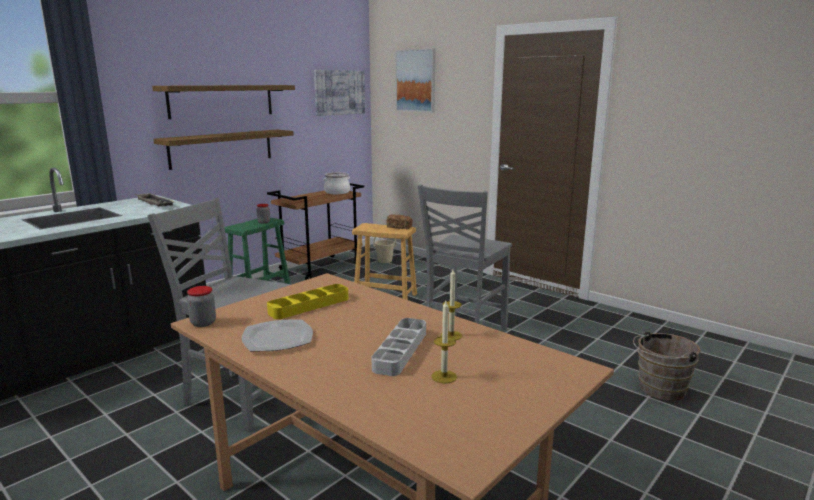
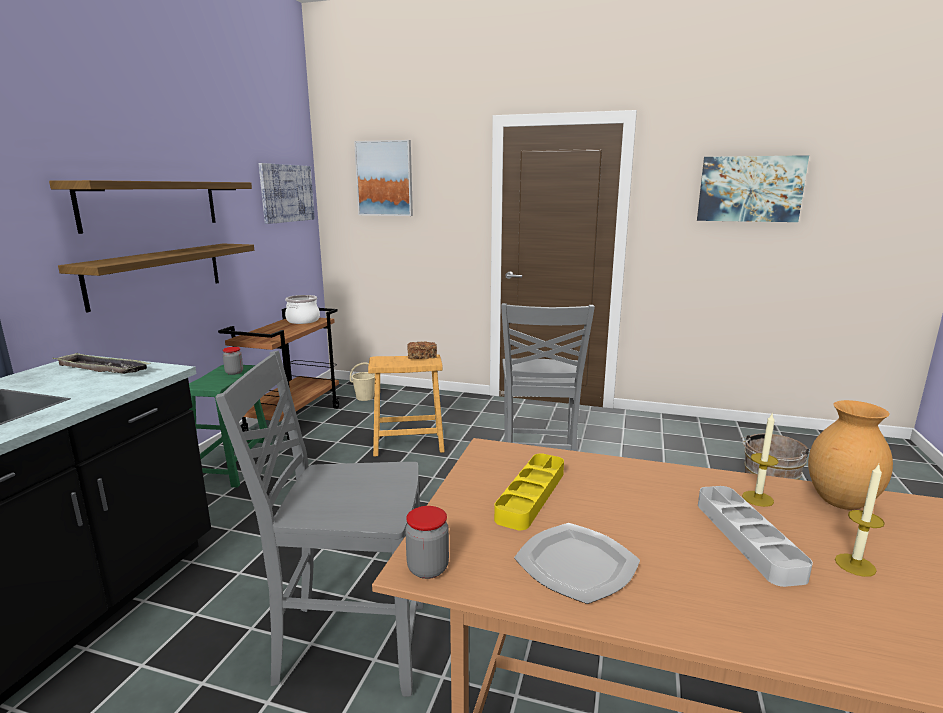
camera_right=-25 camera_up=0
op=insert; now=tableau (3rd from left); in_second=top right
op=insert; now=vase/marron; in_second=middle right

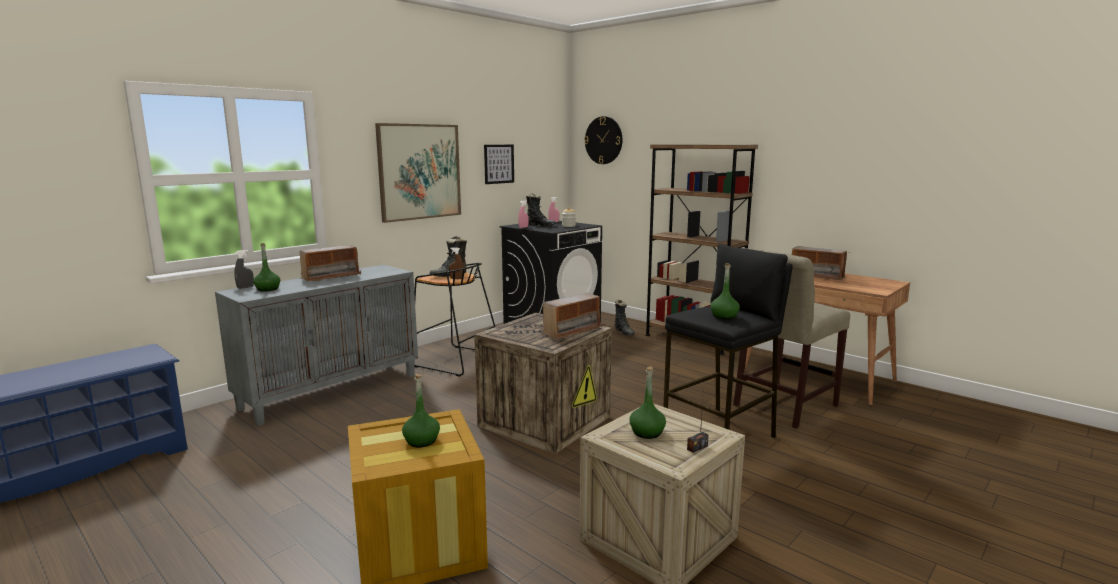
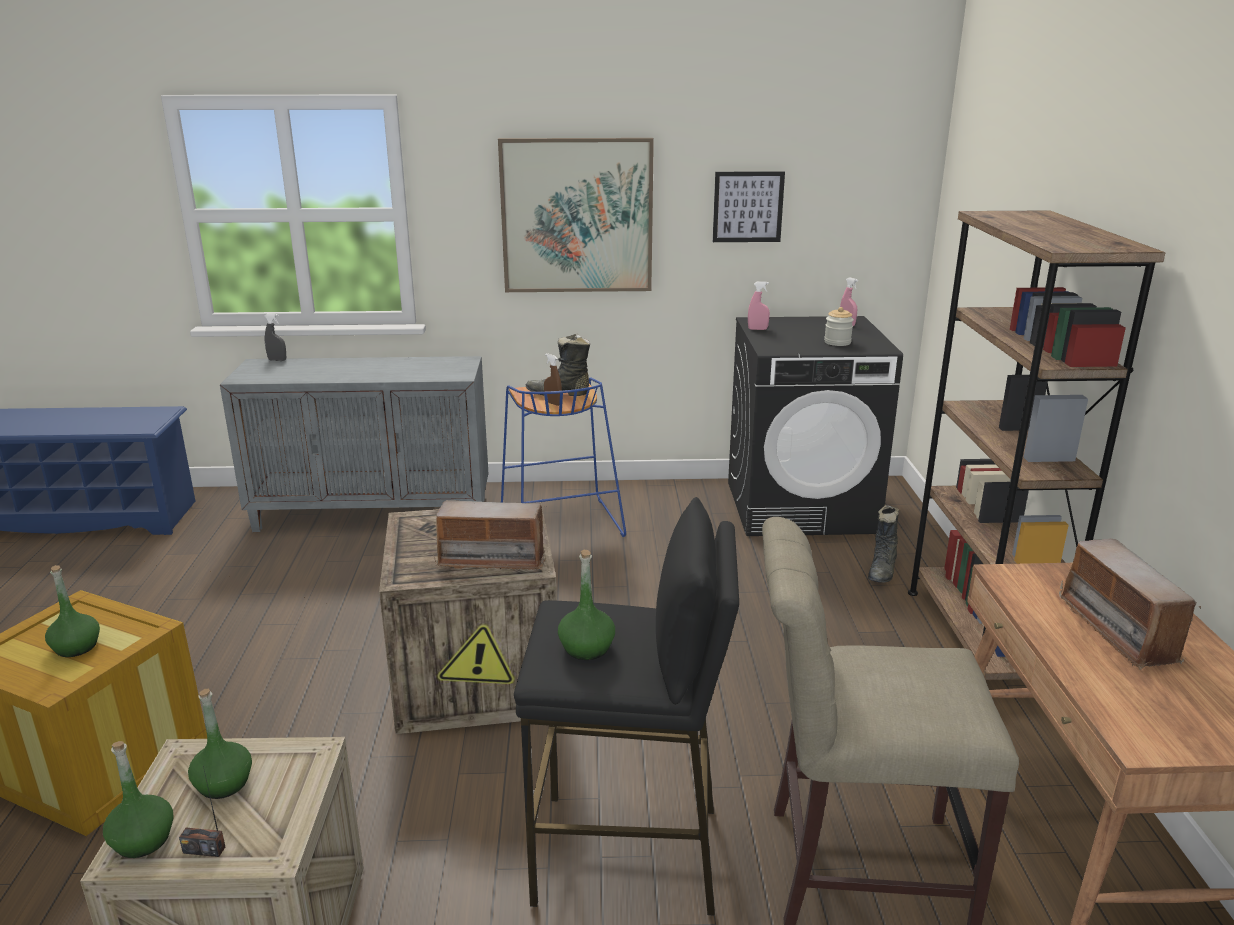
camera_right=45 camera_up=10
op=move; was=bouteille/vert (1st from left in the first image); now=bouteille/vert (2nd from left); in_first=middle left; in_second=bottom left
op=delete; was=radio (1st from left); in_first=middle left
op=recolor; was=tabouret/noir (1st from left); now=tabouret/bleu; in_first=centre; in_second=centre
op=delete; was=botte/noir (2nd from left); in_first=centre
op=delete; was=horloge murale; in_first=top centre

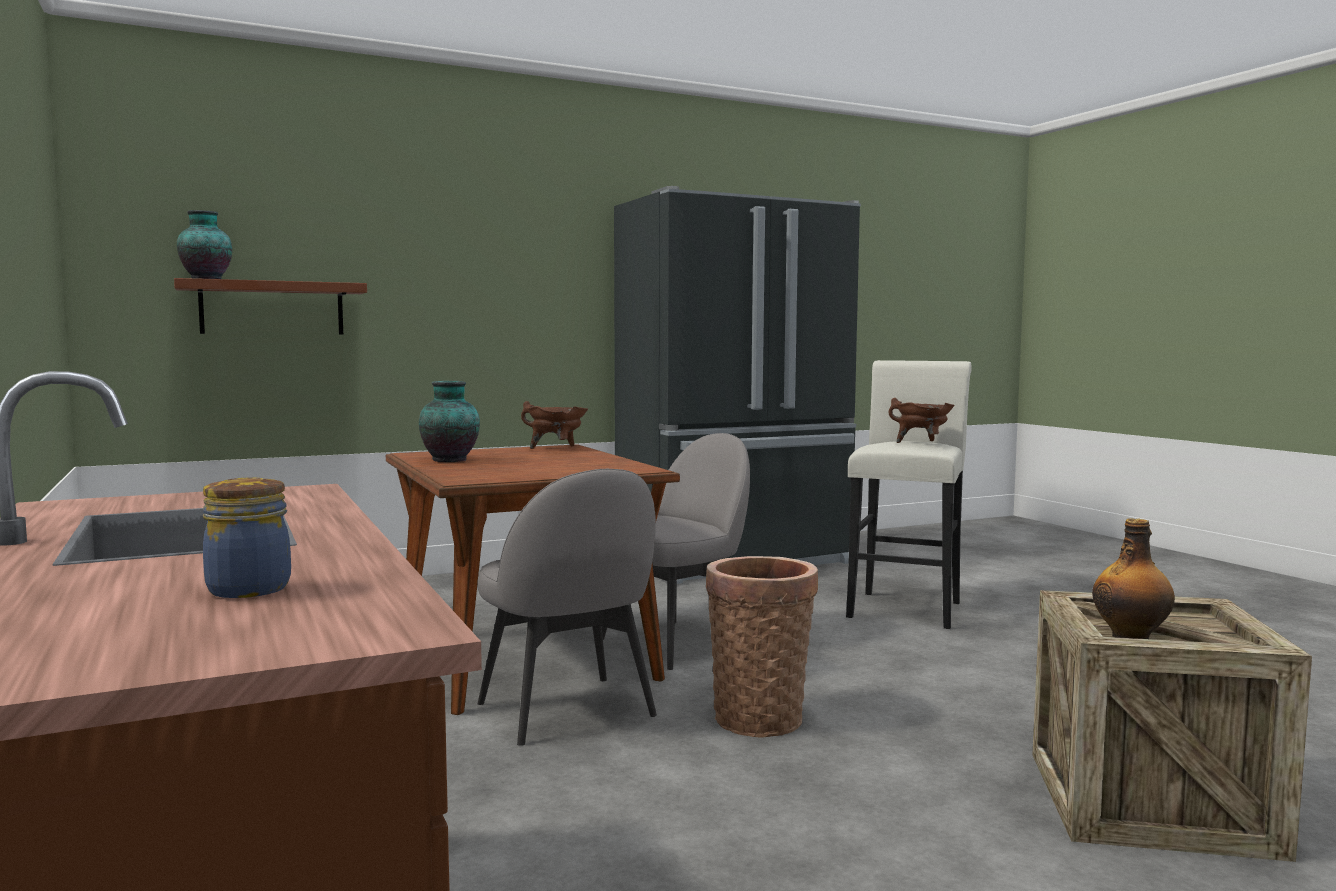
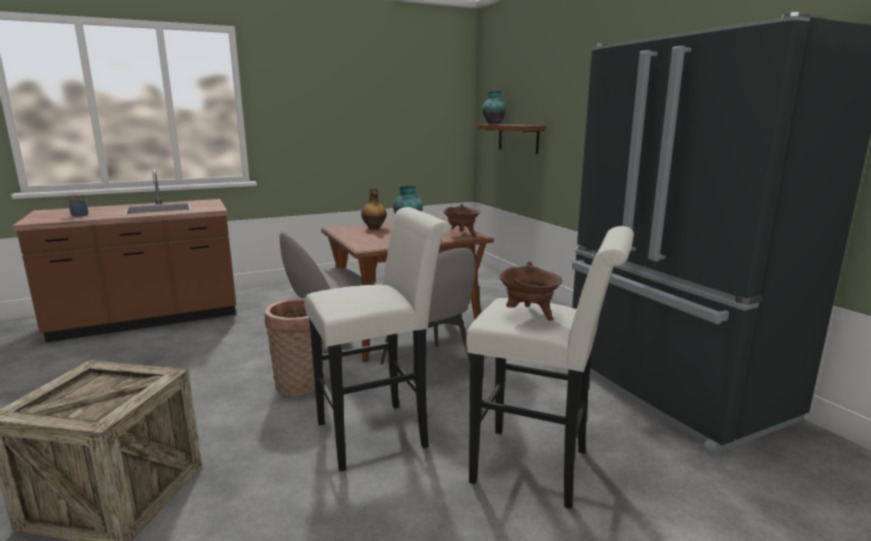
camera_right=90 camera_up=10
op=move; was=bouteille; in_first=middle right; in_second=centre
op=insert; now=tabouret/blanc (1st from left); in_second=centre

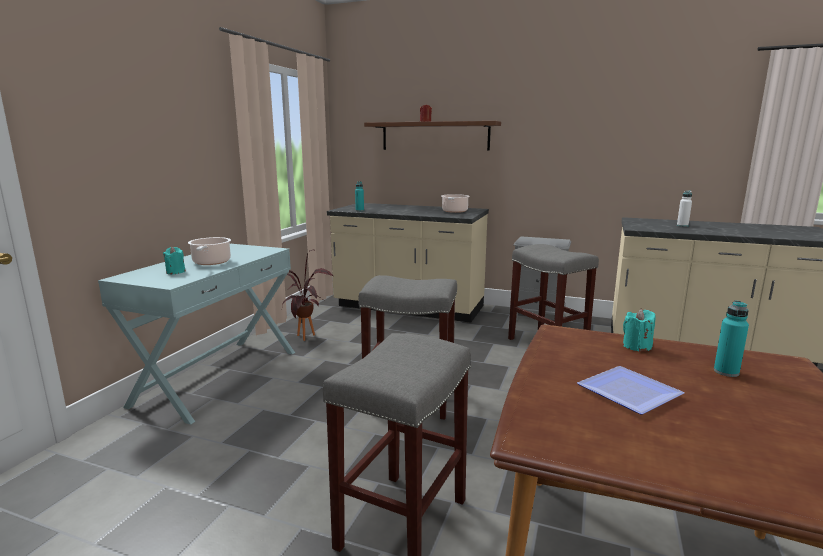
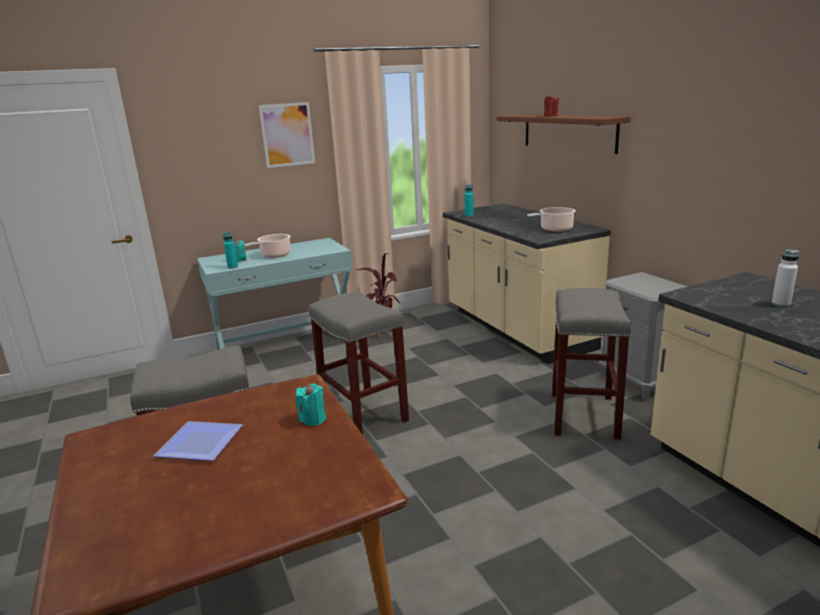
camera_right=45 camera_up=5
op=move; was=bouteille/turquoise (2nd from left in the first image); now=bouteille/turquoise (1st from left); in_first=middle right; in_second=middle left
op=insert; now=tableau; in_second=top centre

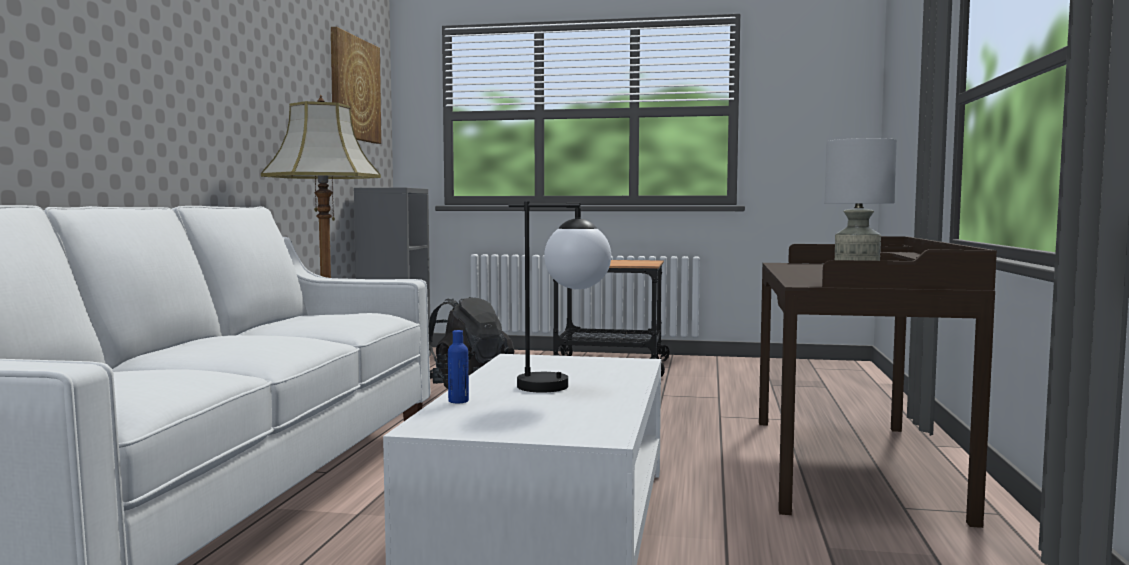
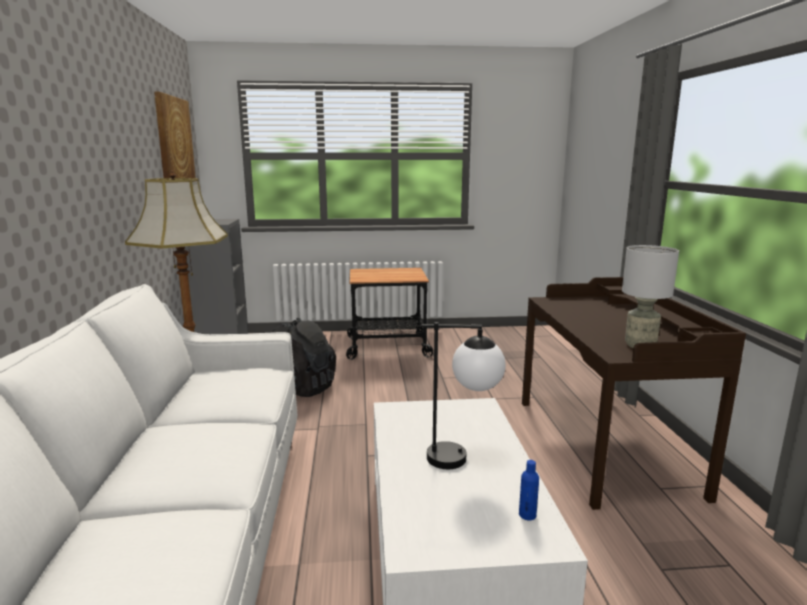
camera_right=-15 camera_up=10
op=move; was=bouteille/bleu; in_first=centre; in_second=bottom centre

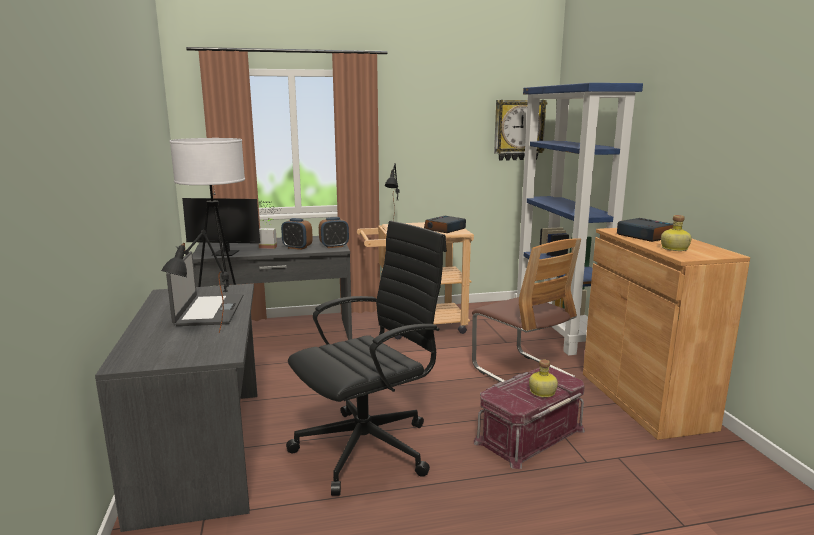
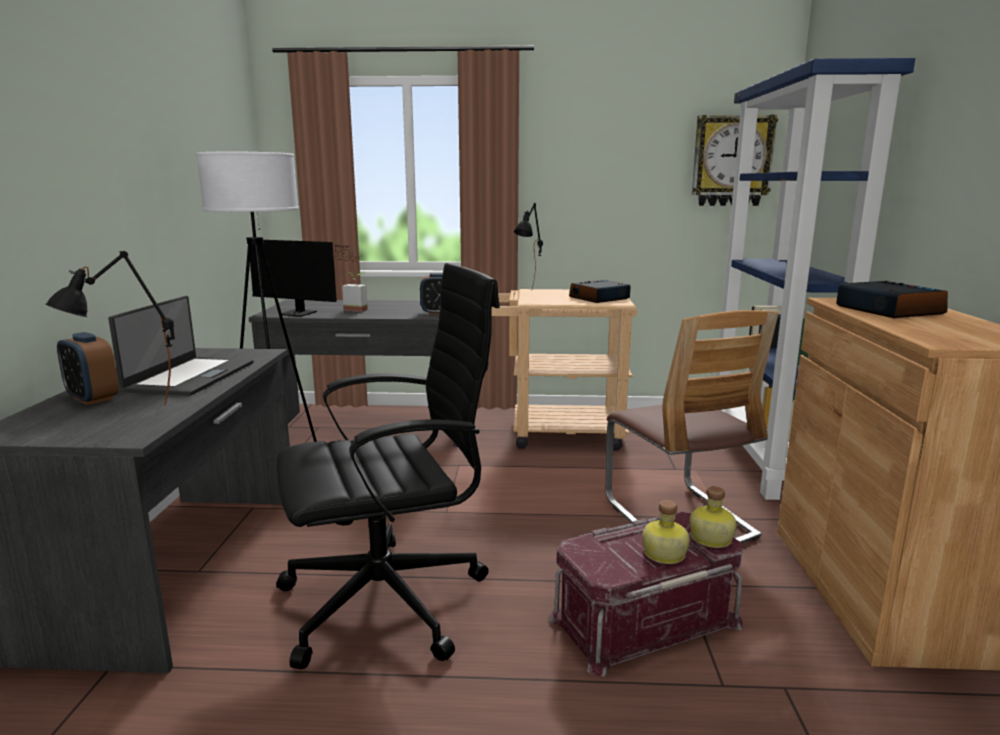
camera_right=15 camera_up=0
op=move; was=réveil (1st from left); in_first=centre; in_second=middle left
op=move; was=bouteille (2nd from left); in_first=middle right; in_second=bottom right

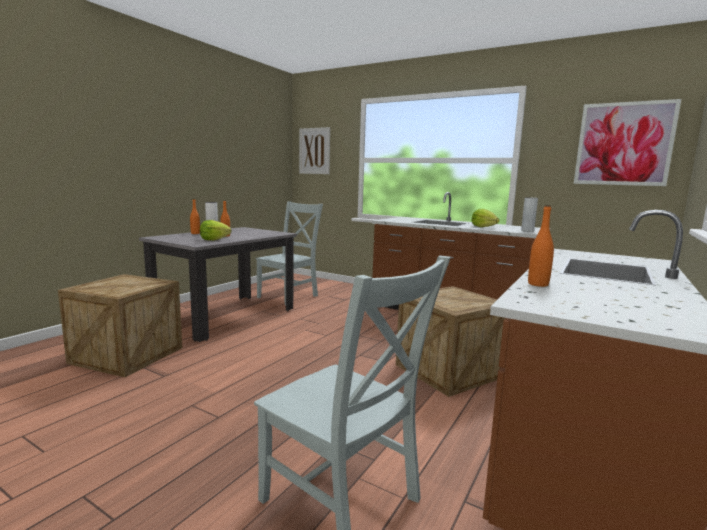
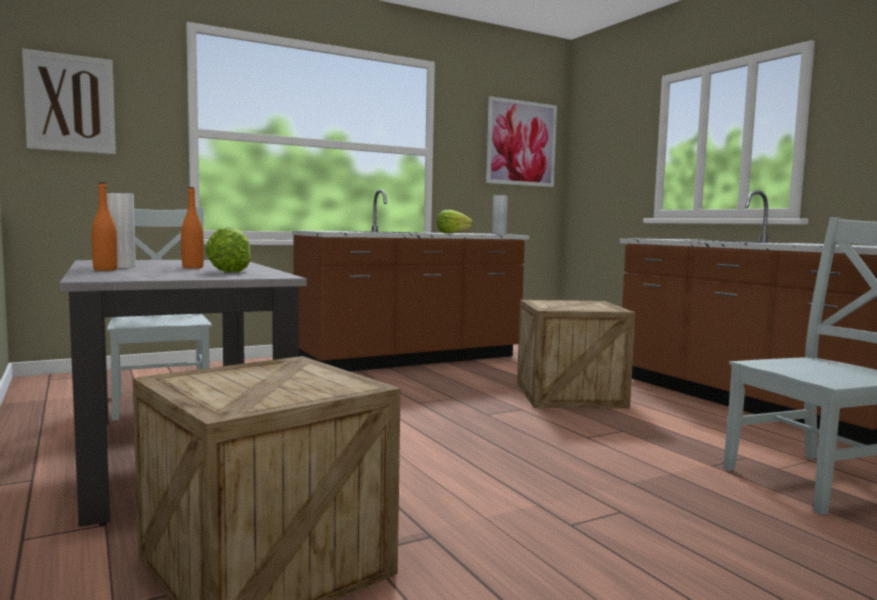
camera_right=-60 camera_up=-5
op=delete; was=bouteille/orange (3rd from left); in_first=middle right

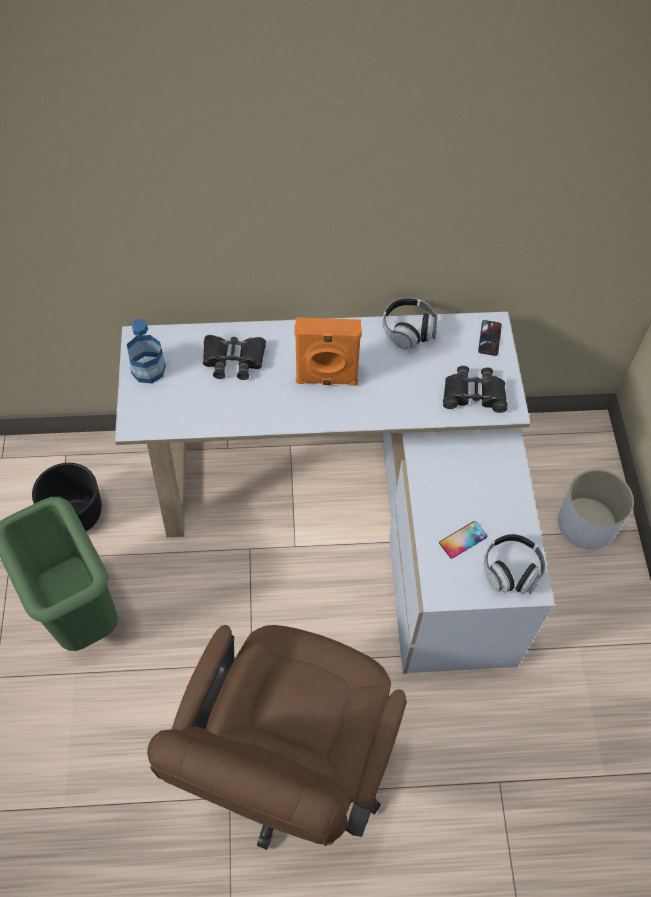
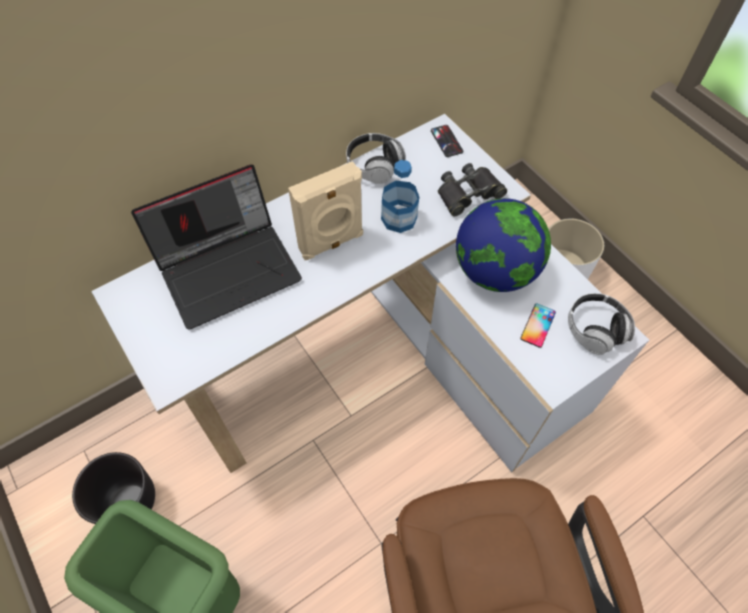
camera_right=-30 camera_up=0
op=move; was=bouteille; in_first=middle left; in_second=top centre
op=replace; was=jumelles/noir (1st from left); now=ordinateur portable; in_first=centre; in_second=middle left
op=recolor; was=enceinte/orange; now=enceinte/beige; in_first=centre; in_second=centre
op=insert; now=globe; in_second=middle right

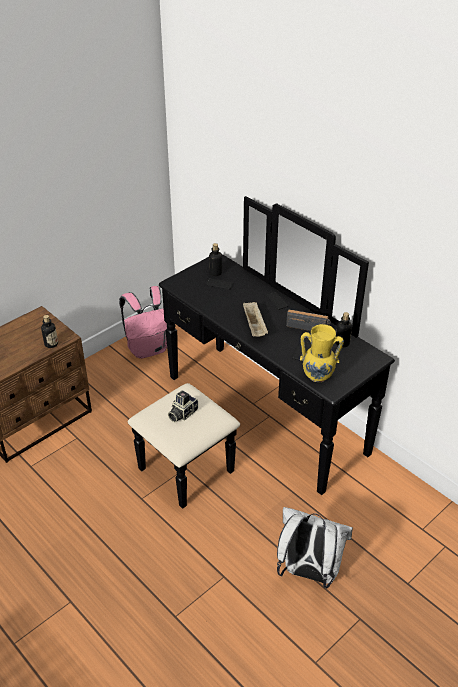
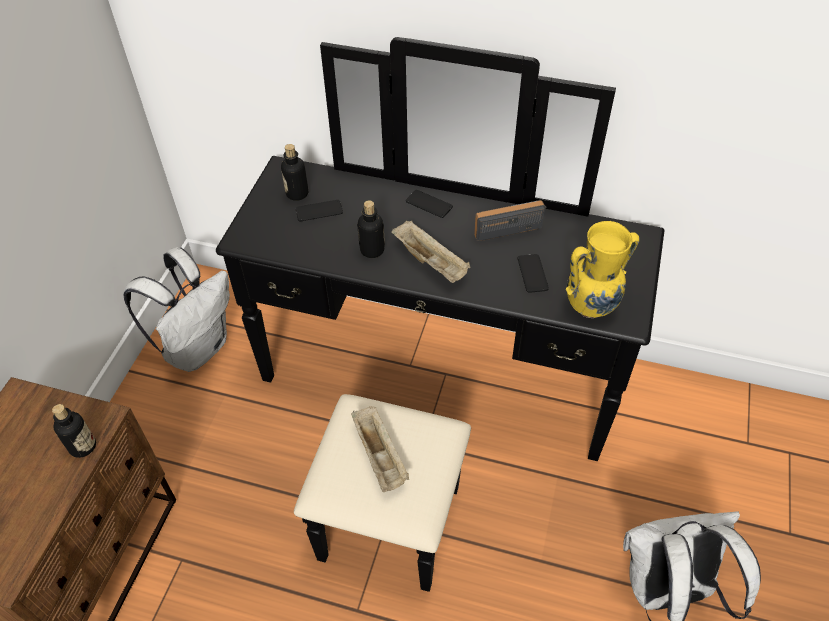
camera_right=-30 camera_up=10
op=recolor; was=sac à dos/rose; now=sac à dos/blanc (1st from left); in_first=middle left; in_second=middle left
op=replace; was=appareil photo; now=plateau/beige (1st from left); in_first=centre; in_second=bottom centre
op=move; was=bouteille (3rd from left); in_first=middle right; in_second=centre

